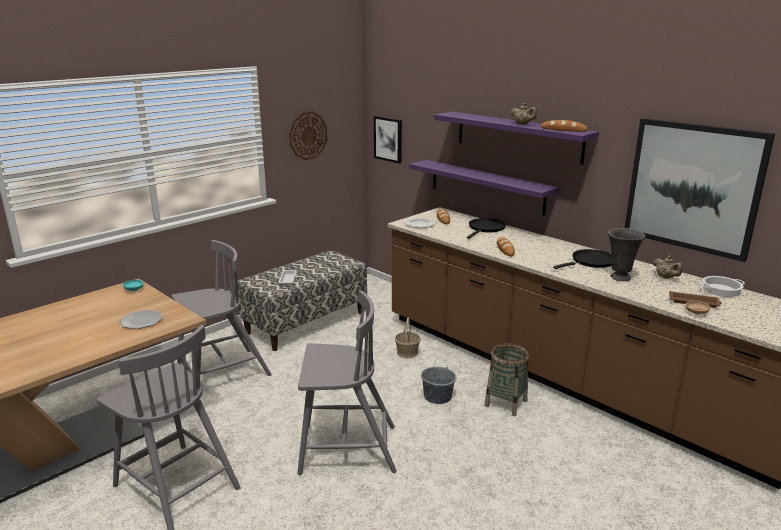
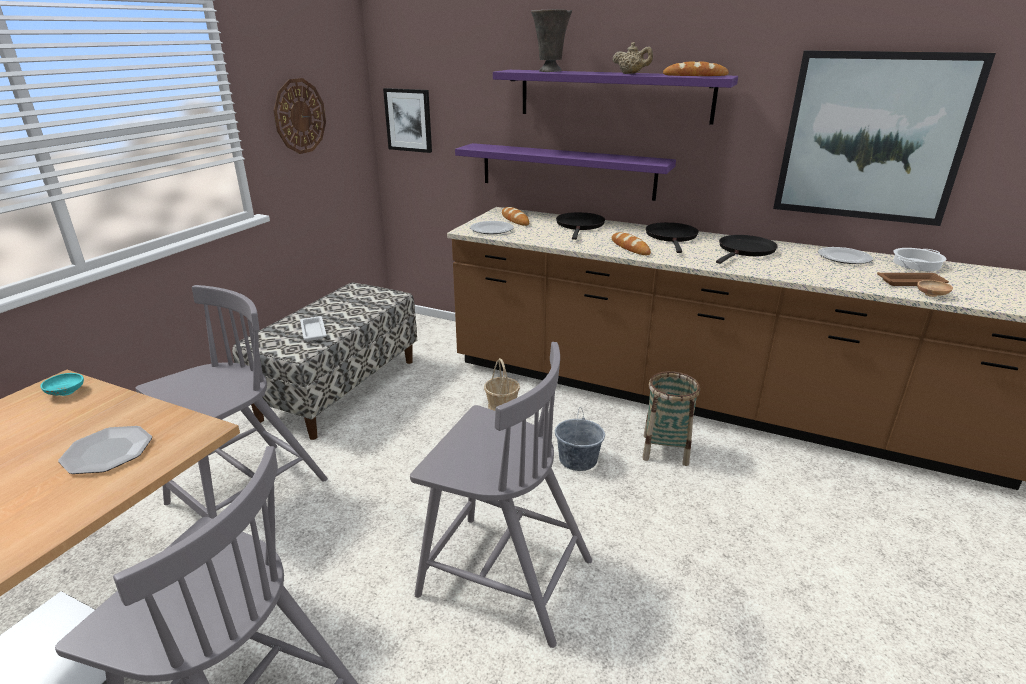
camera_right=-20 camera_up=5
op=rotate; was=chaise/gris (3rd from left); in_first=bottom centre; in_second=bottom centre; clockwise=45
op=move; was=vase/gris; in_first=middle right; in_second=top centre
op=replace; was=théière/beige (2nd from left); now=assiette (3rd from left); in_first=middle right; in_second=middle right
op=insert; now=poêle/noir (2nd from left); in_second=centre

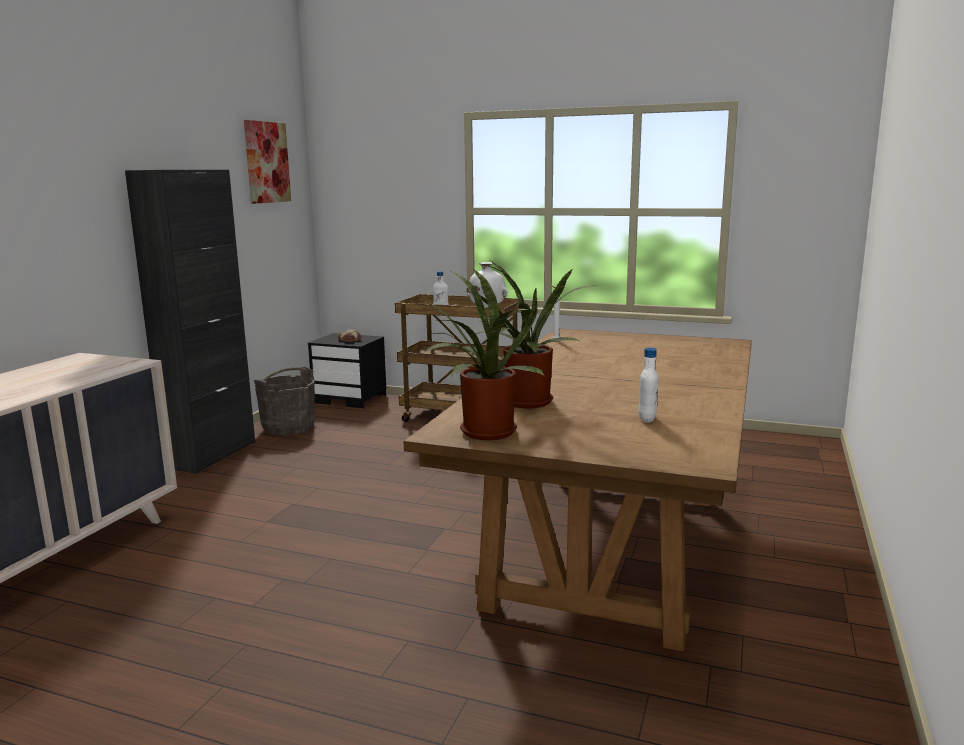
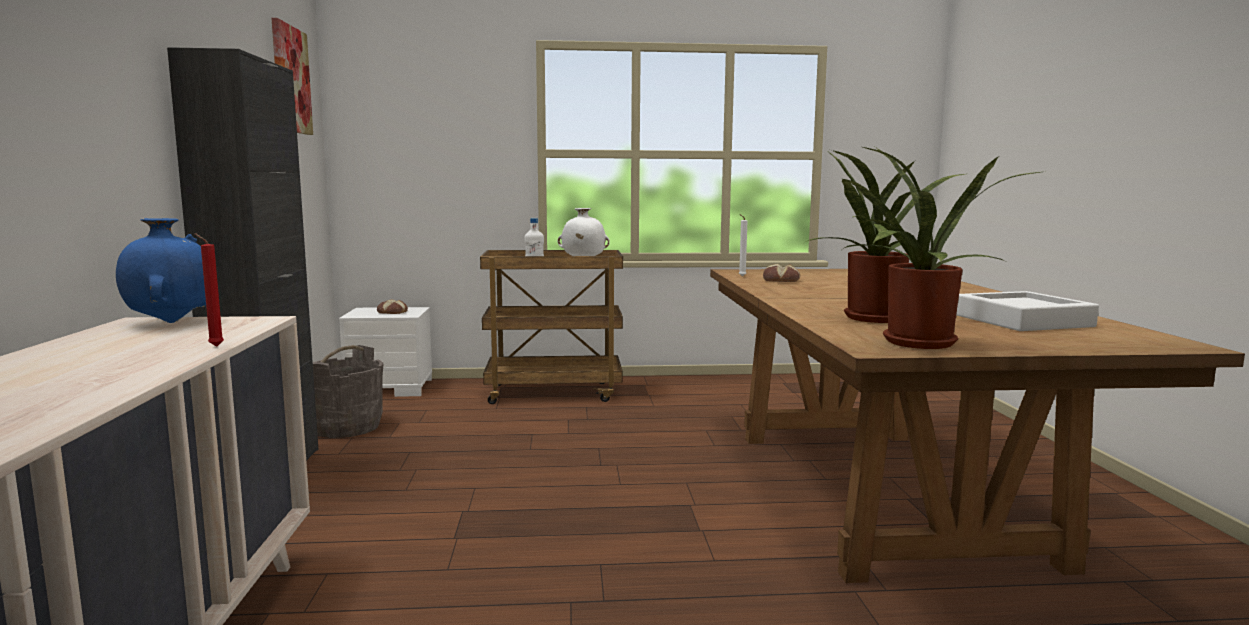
camera_right=-25 camera_up=-5
op=recolor; was=table de chevet/noir; now=table de chevet/blanc; in_first=centre; in_second=middle left
op=replace; was=bouteille/blanc (2nd from left); now=plateau/blanc; in_first=middle right; in_second=middle right
op=insert; now=vase/bleu; in_second=middle left
op=insert; now=bougie/rouge; in_second=middle left
op=insert; now=pain (2nd from left); in_second=centre

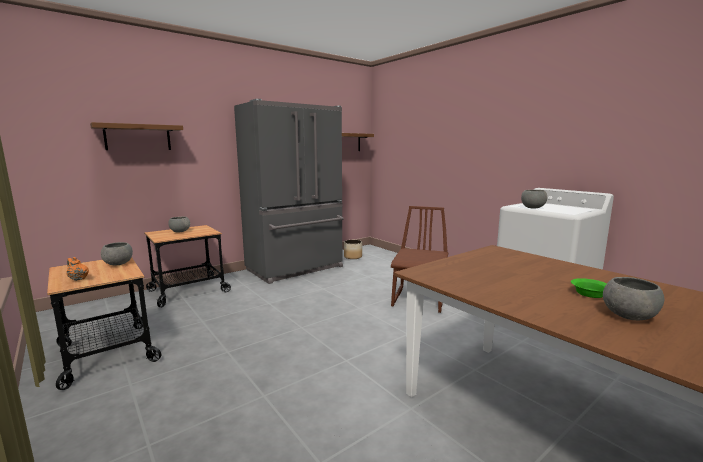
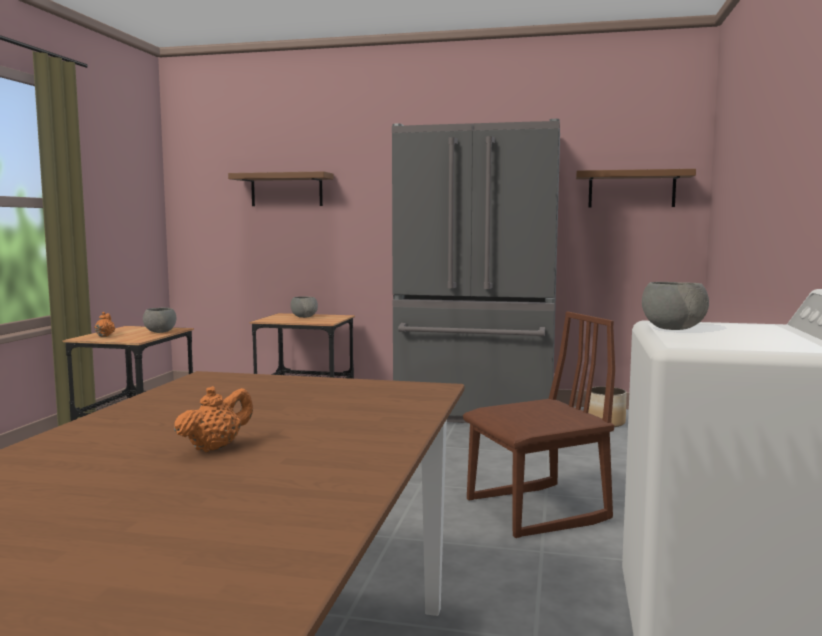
camera_right=50 camera_up=-5
op=replace; was=bol/vert; now=théière/orange (2nd from left); in_first=middle right; in_second=middle left
op=delete; was=bol/gris (4th from left); in_first=middle right

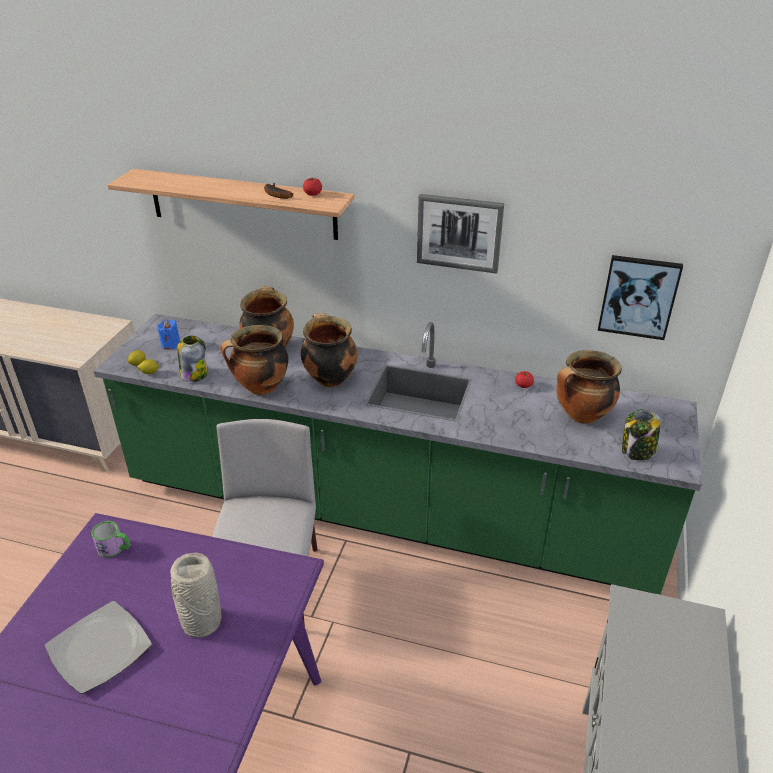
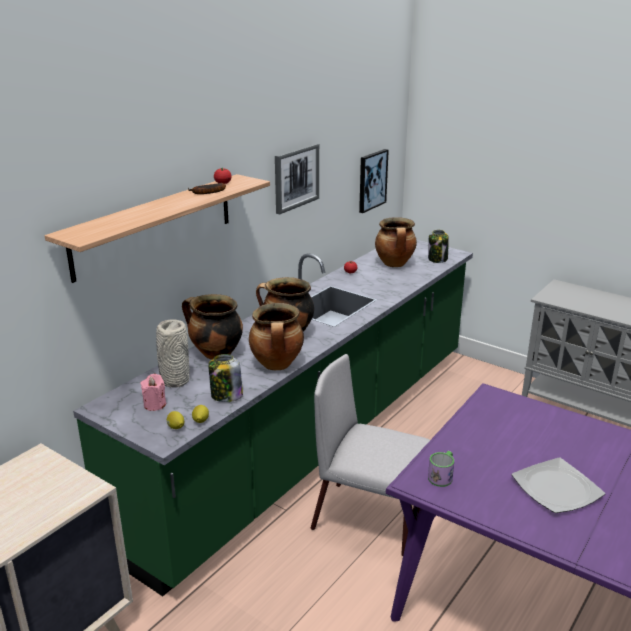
camera_right=-70 camera_up=-10
op=recolor; was=bougie/bleu; now=bougie/rose; in_first=middle left; in_second=middle left
op=move; was=vase/gris; in_first=bottom left; in_second=middle left

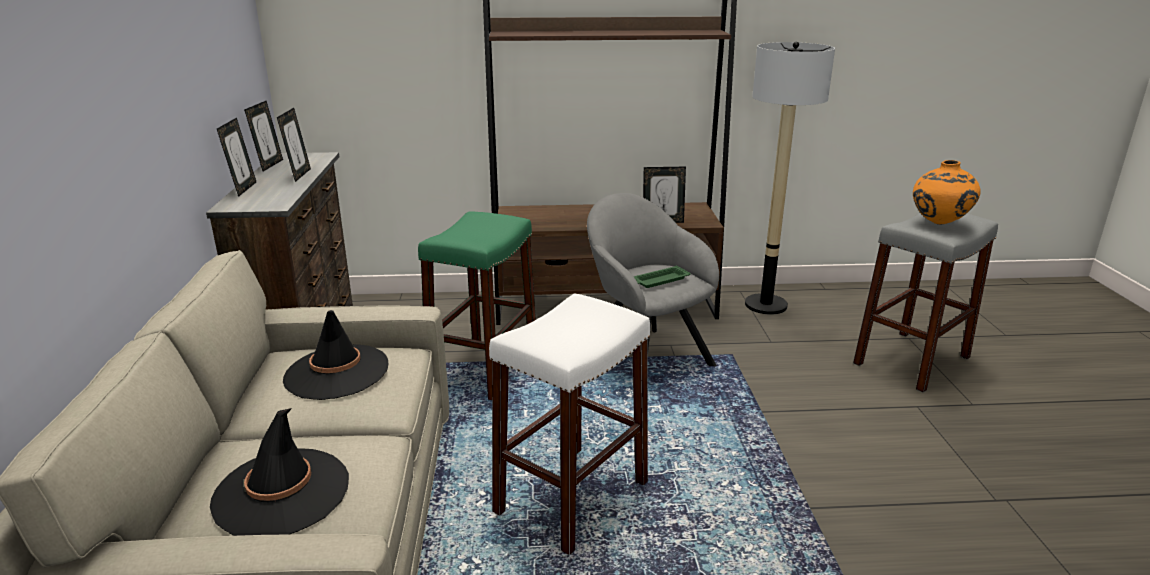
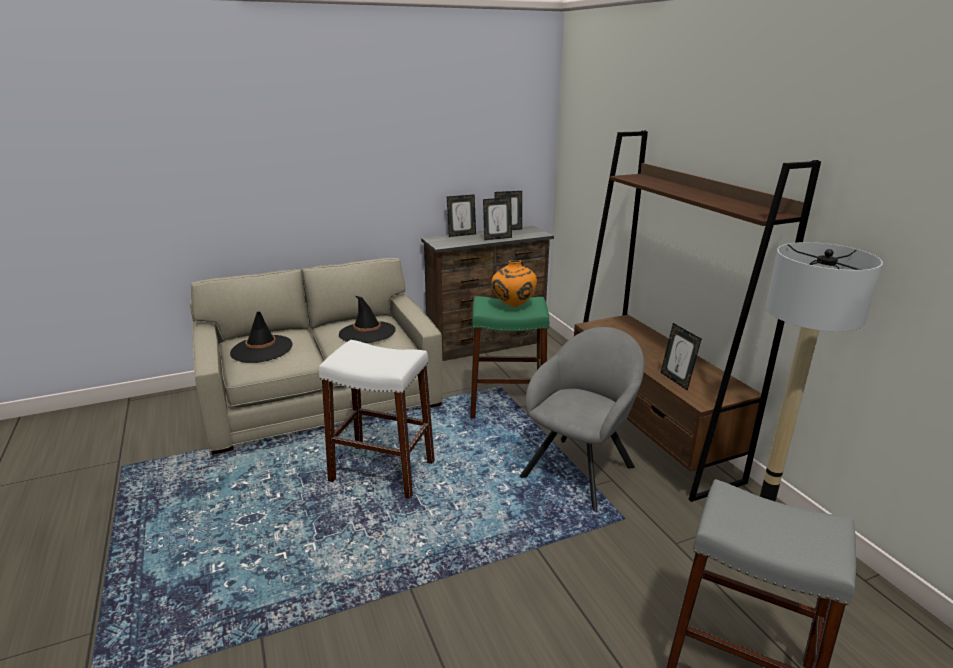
camera_right=70 camera_up=0
op=delete; was=plateau/vert; in_first=centre
op=move; was=vase/orange; in_first=middle right; in_second=centre

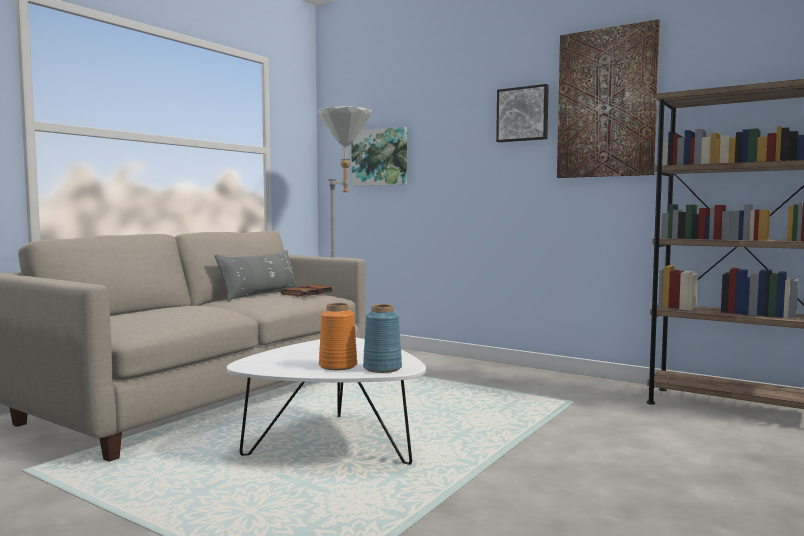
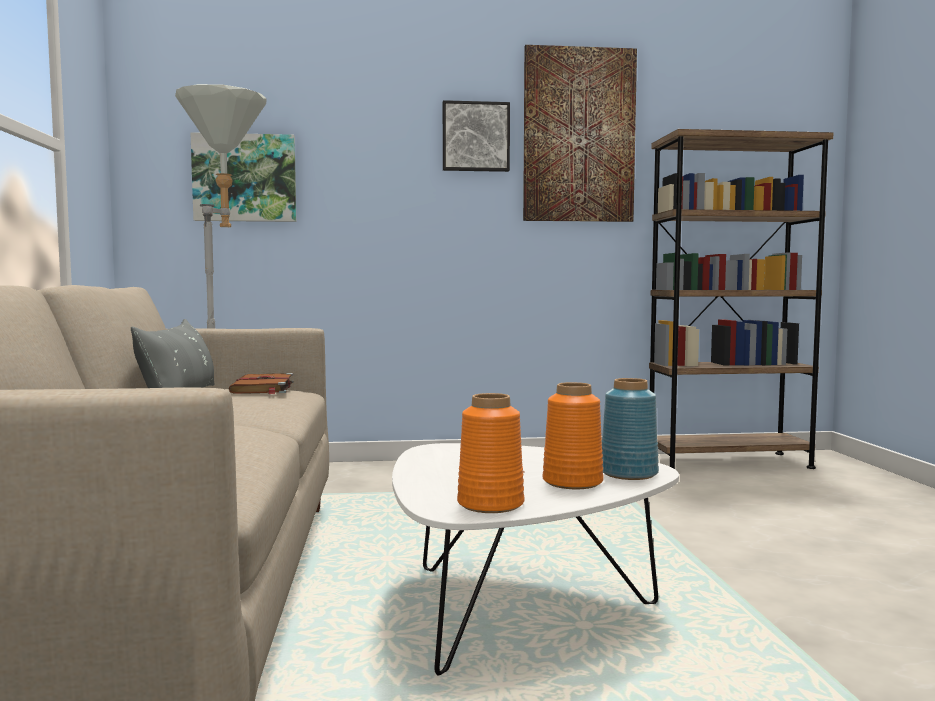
camera_right=-40 camera_up=0
op=insert; now=vase/orange (1st from left); in_second=centre

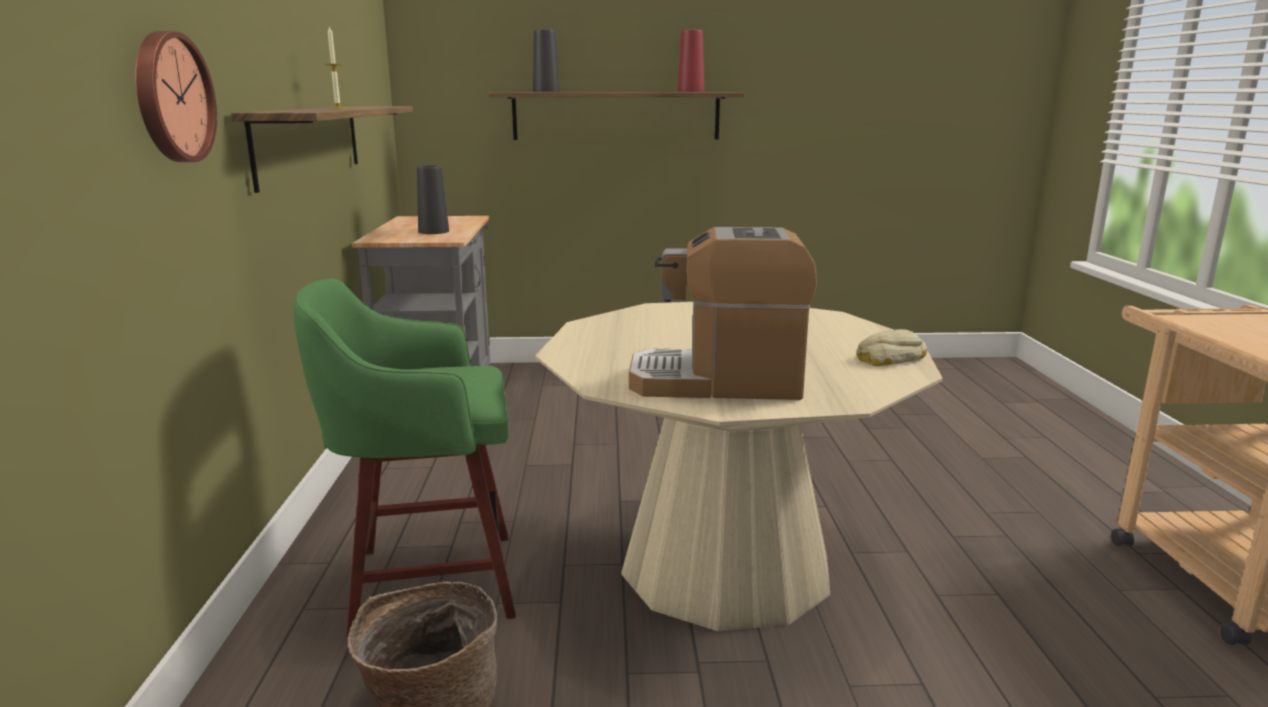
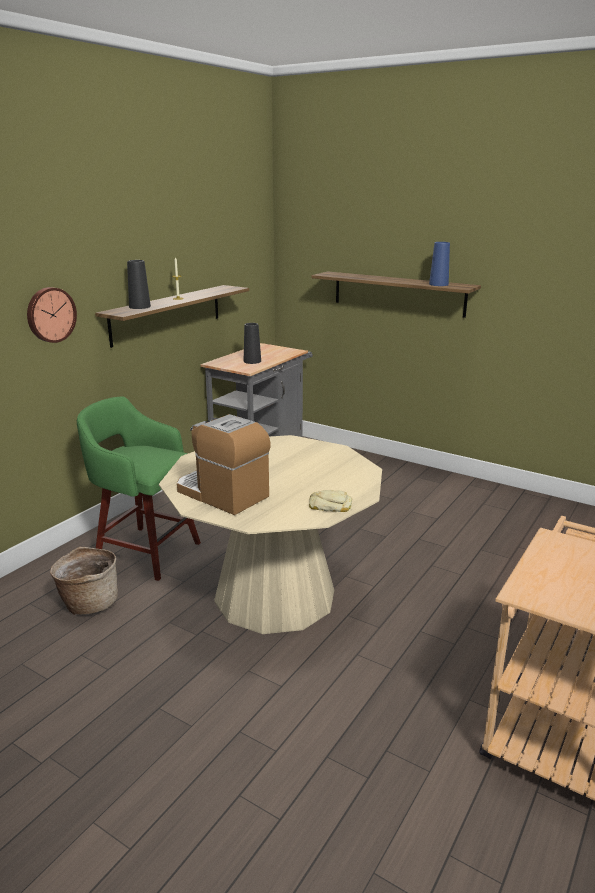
camera_right=35 camera_up=5
op=move; was=vase/noir (2nd from left in the first image); now=vase/noir (1st from left); in_first=top centre; in_second=top left
op=recolor; was=vase/rouge; now=vase/bleu; in_first=top centre; in_second=top right

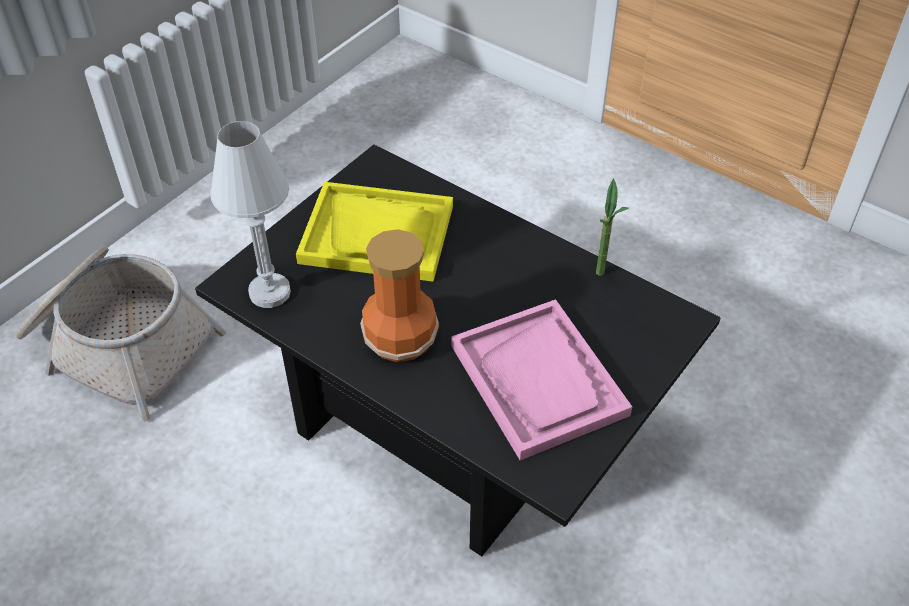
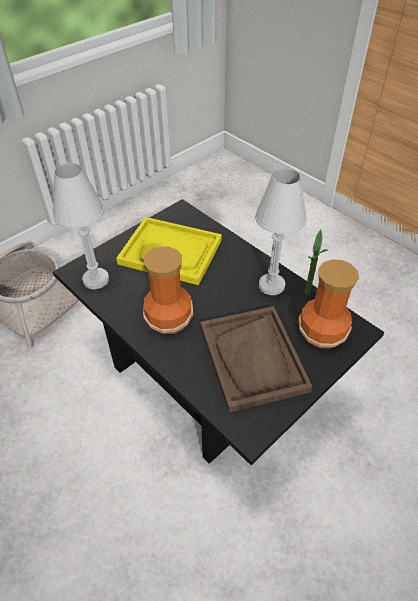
camera_right=10 camera_up=0
op=recolor; was=plateau/rose; now=plateau/marron; in_first=centre; in_second=centre
op=insert; now=lampe de table/blanc (2nd from left); in_second=middle right
op=insert; now=vase (2nd from left); in_second=middle right

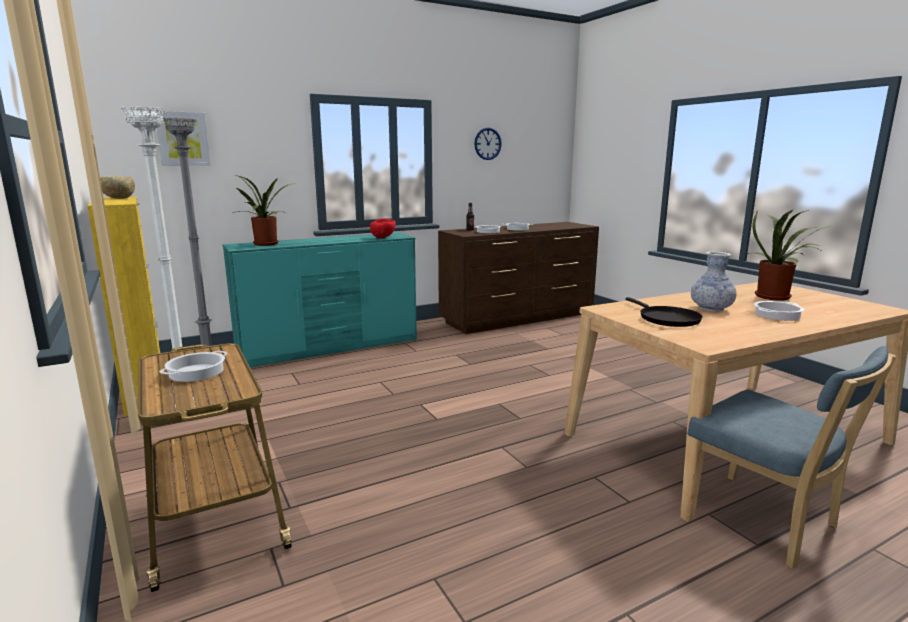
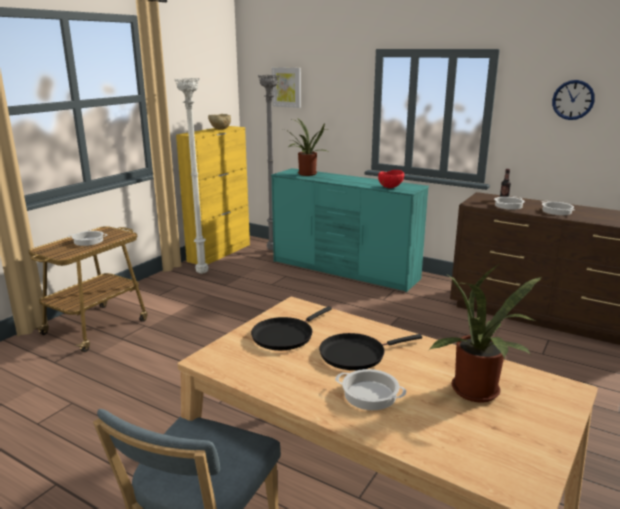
camera_right=60 camera_up=5
op=replace; was=vase; now=poêle/noir (2nd from left); in_first=middle right; in_second=bottom centre

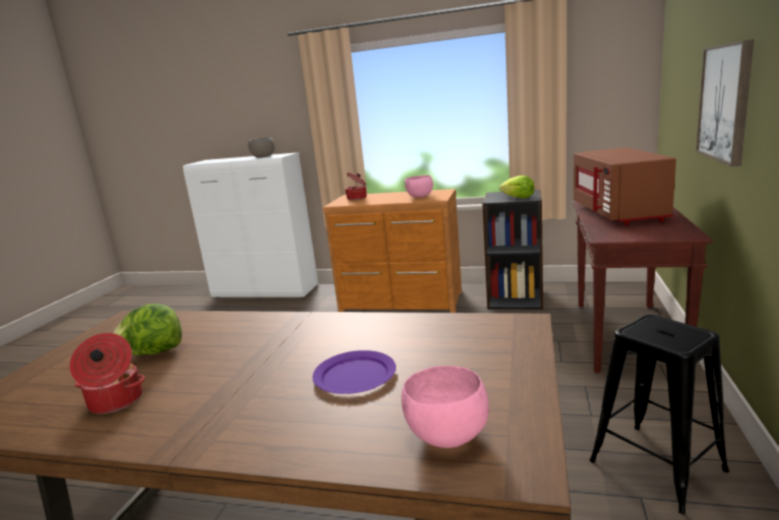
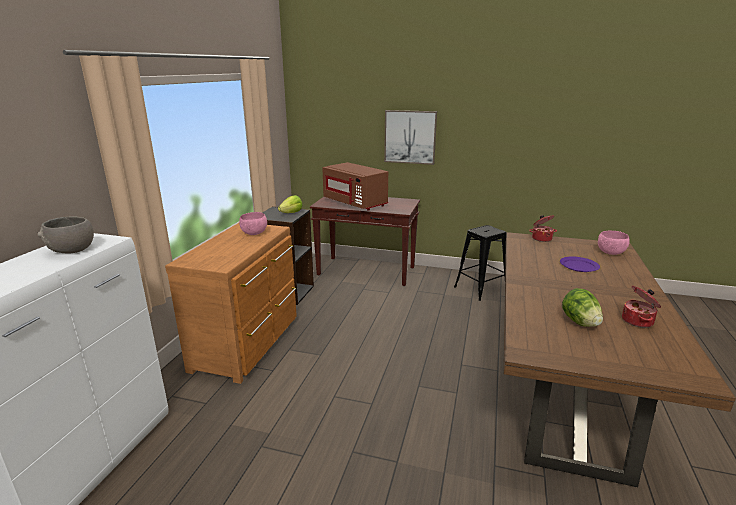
camera_right=-90 camera_up=5
op=move; was=marmite (2nd from left in the first image); now=marmite (1st from left); in_first=centre; in_second=middle right
op=rotate; was=micro-ondes/marron; in_first=middle right; in_second=centre; clockwise=45

